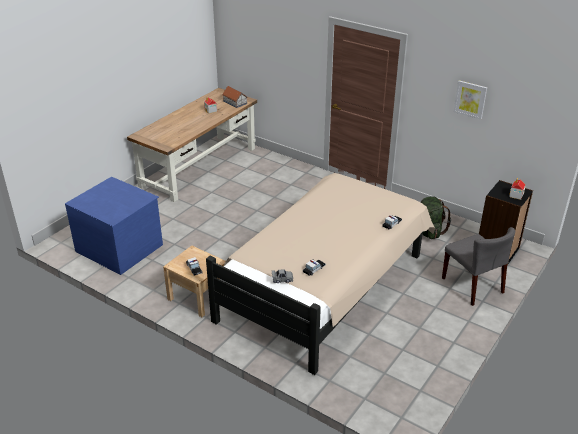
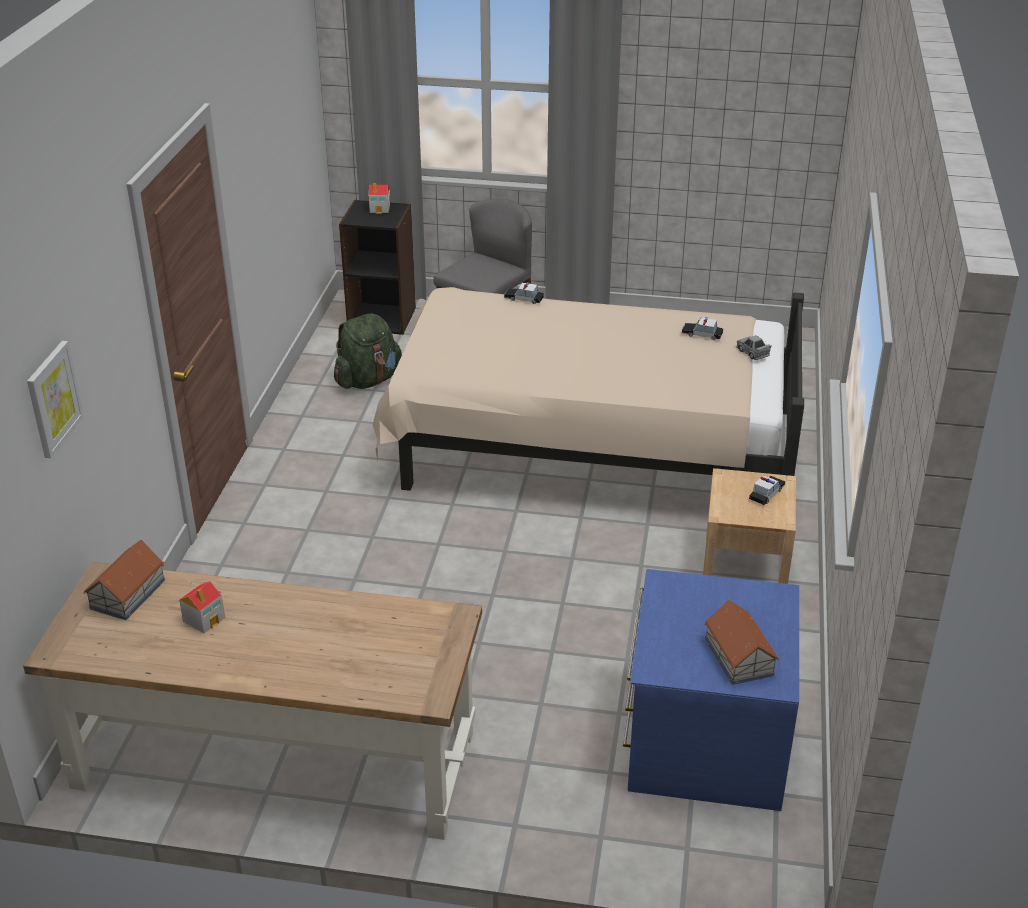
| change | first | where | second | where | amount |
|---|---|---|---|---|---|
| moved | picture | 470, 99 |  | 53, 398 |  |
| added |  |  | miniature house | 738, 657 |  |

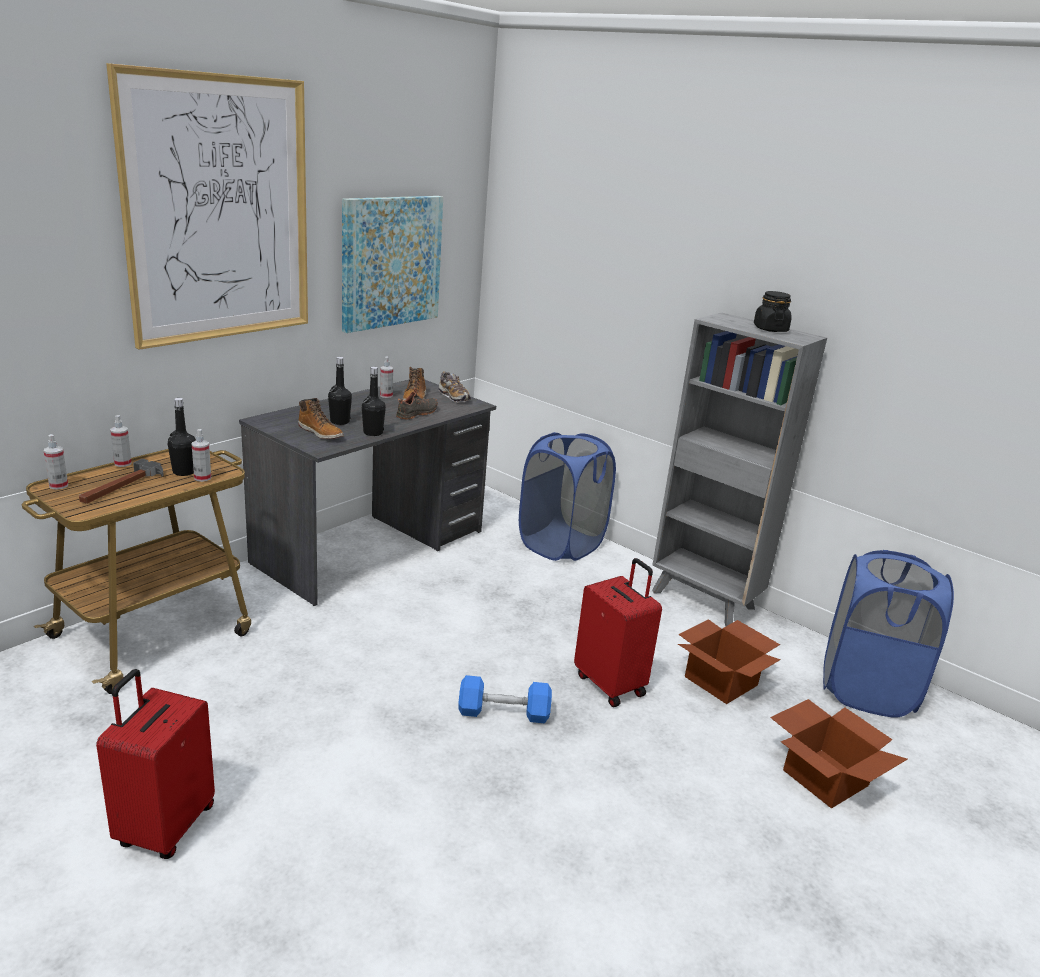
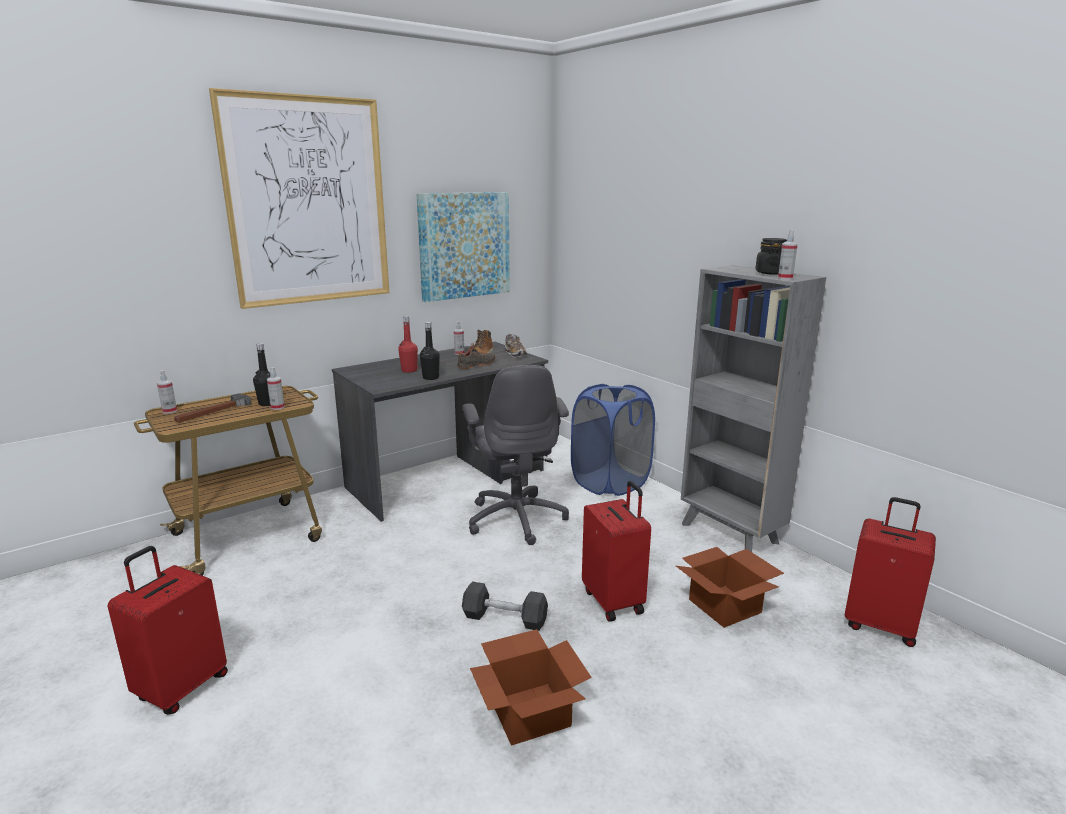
| change | first | where | second | where | amount |
|---|---|---|---|---|---|
| recoloured | blackish beverage bottle | 340, 422 | reddish beverage bottle | 409, 370 |  |
| removed | high-top boot | 321, 433 |  |  |  |
| moved | sprayer | 123, 463 |  | 785, 278 |  |
| replaced | blue-coloured hamper | 866, 689 | reddish piece of luggage | 880, 625 |  |
| recoloured | blue-coloured dumbbell | 503, 713 | gray dumbbell | 505, 618 |  |
| moved | carton | 824, 776 |  | 530, 711 |  |
| added |  |  | gray office chair | 516, 518 |  |

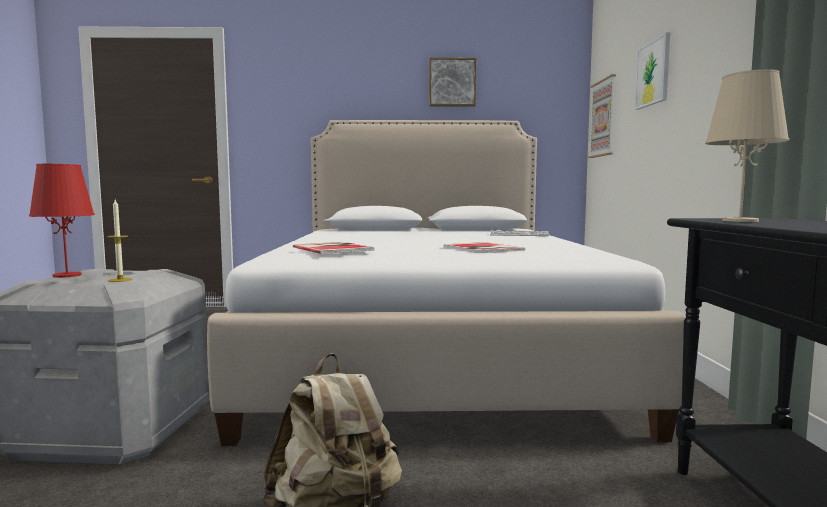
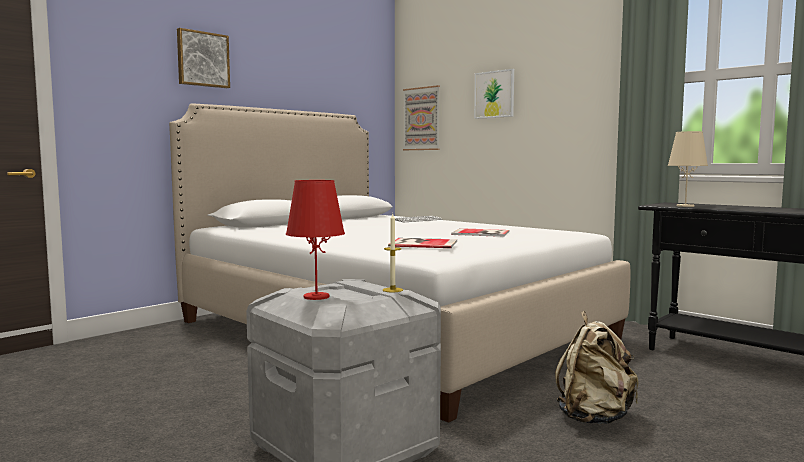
| change | first | where | second | where | amount |
|---|---|---|---|---|---|
| moved | picture | 452, 82 |  | 202, 59 |  |

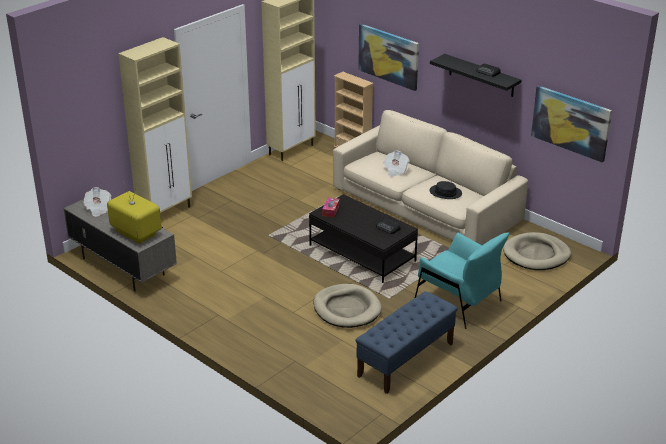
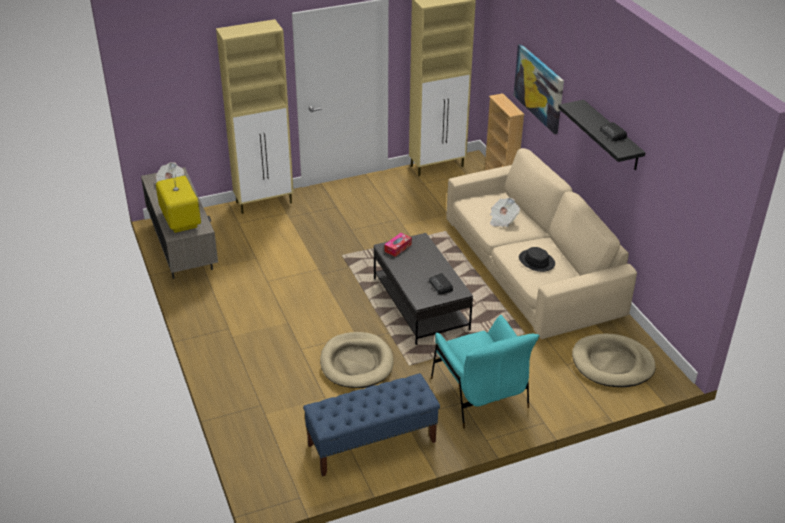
| change | first | where | second | where | amount |
|---|---|---|---|---|---|
| removed | picture | 571, 123 |  |  |  |

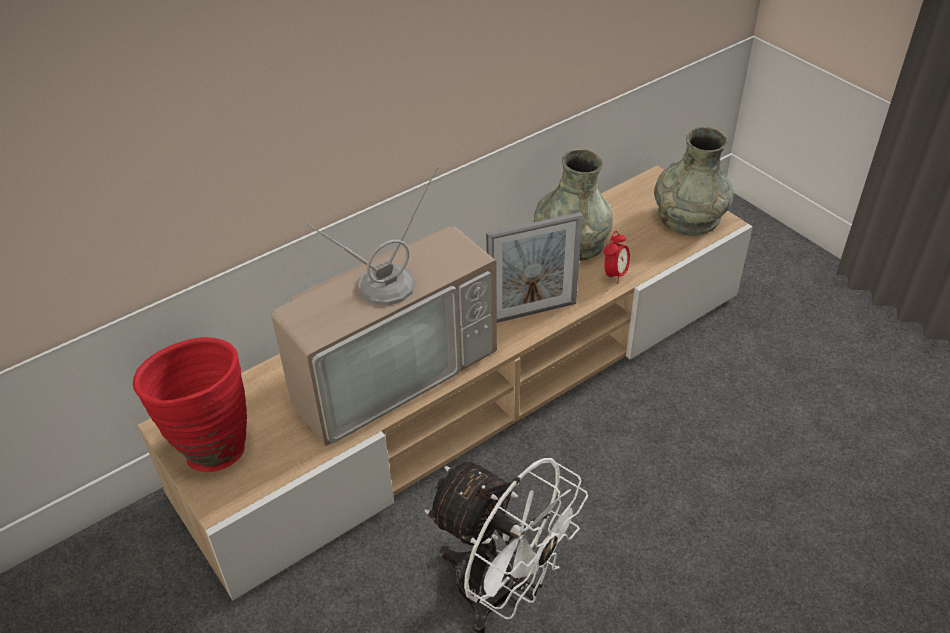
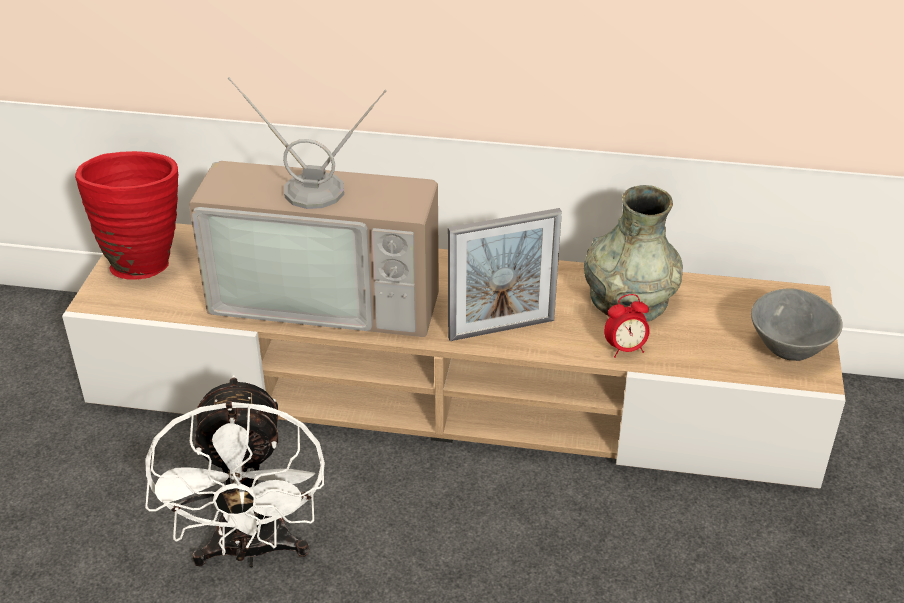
| change | first | where | second | where | amount |
|---|---|---|---|---|---|
| replaced | gray vase | 688, 216 | gray bowl | 786, 348 |  |
| turned | picture frame | 532, 312 |  | 501, 329 | 45 degrees counterclockwise |

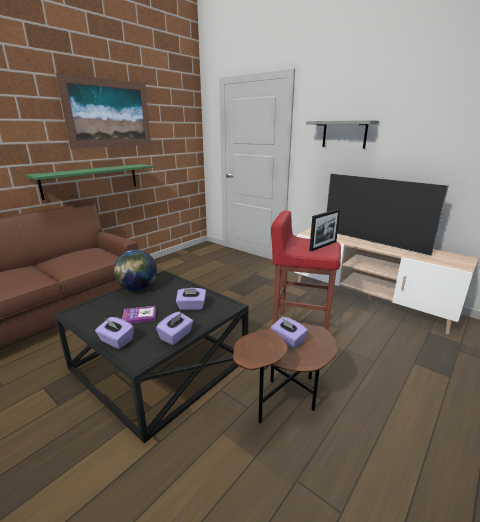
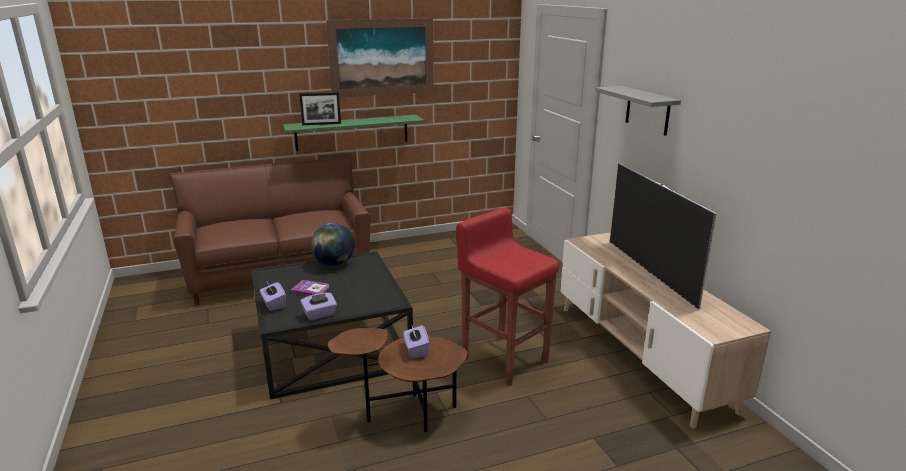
| change | first | where | second | where | amount |
|---|---|---|---|---|---|
| moved | picture frame | 323, 246 |  | 321, 124 |  |
| removed | purple-coloured box of tissues | 191, 306 |  |  |  |

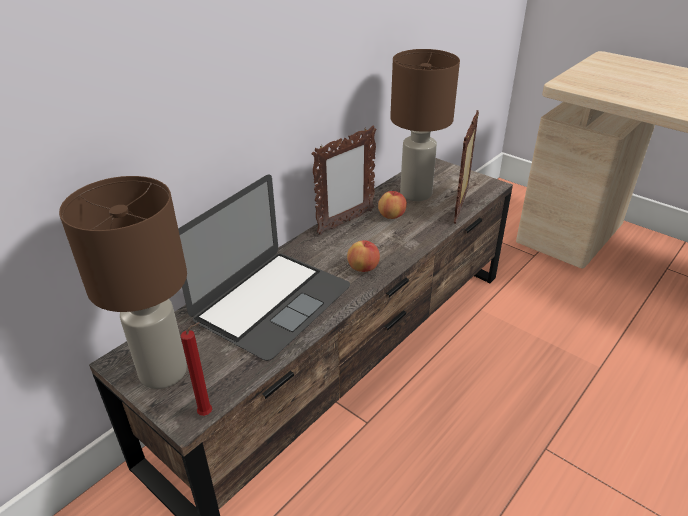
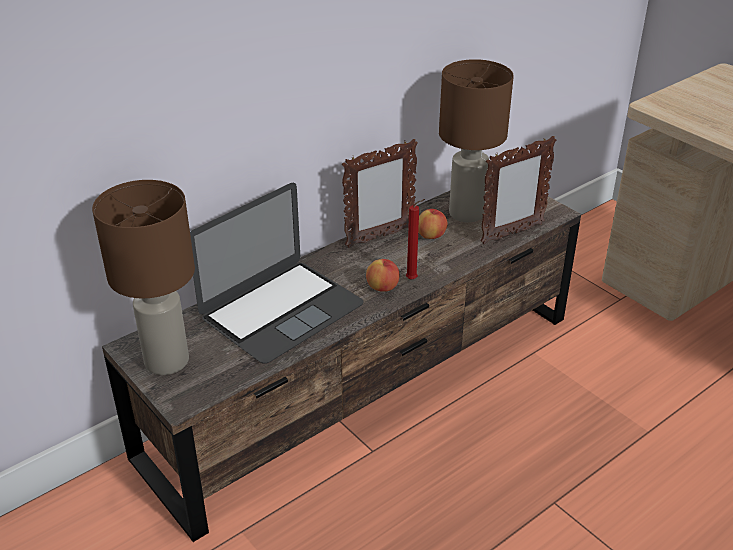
| change | first | where | second | where | amount |
|---|---|---|---|---|---|
| turned | picture frame | 461, 207 |  | 511, 234 | 150 degrees counterclockwise |
| moved | reddish wax candle | 208, 413 |  | 413, 279 |  |

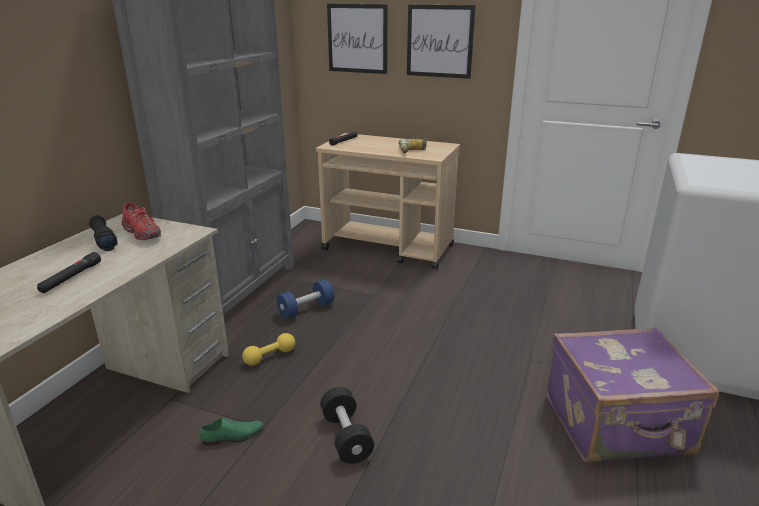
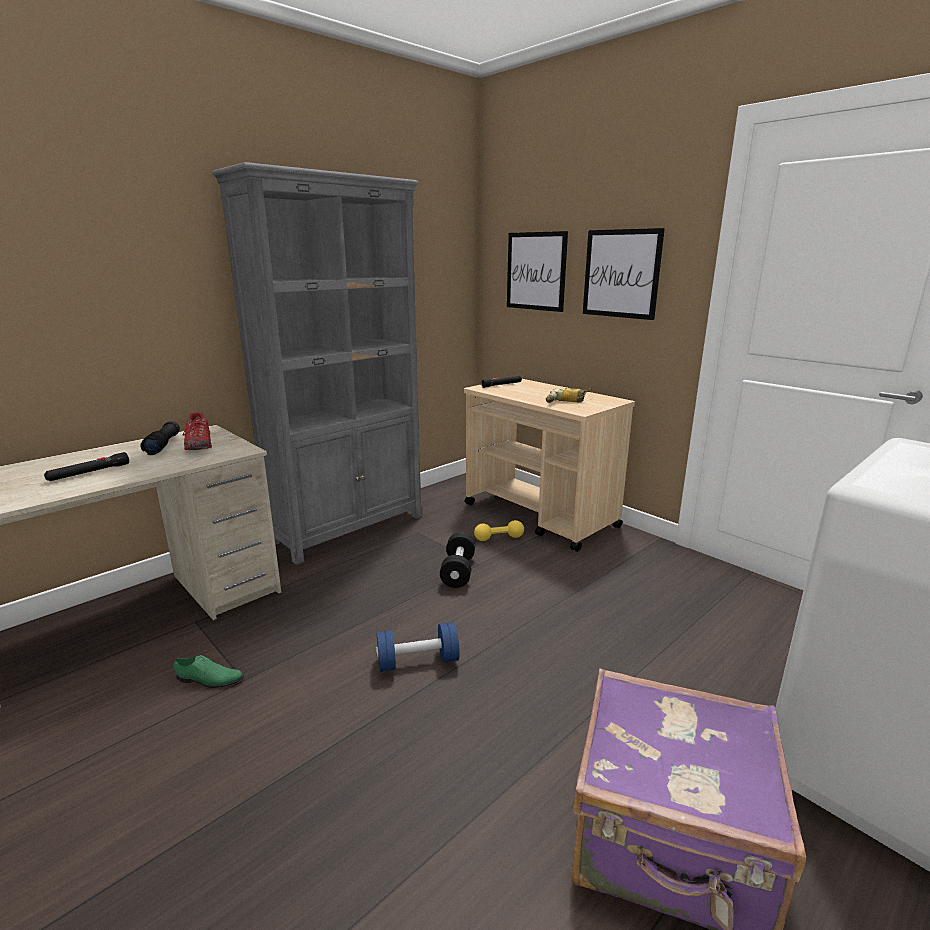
| change | first | where | second | where | amount |
|---|---|---|---|---|---|
| moved | blue-coloured dumbbell | 306, 309 |  | 418, 661 |  |
| moved | yellowish dumbbell | 270, 357 |  | 499, 538 |  |
| moved | blackish dumbbell | 346, 437 |  | 458, 571 |  |

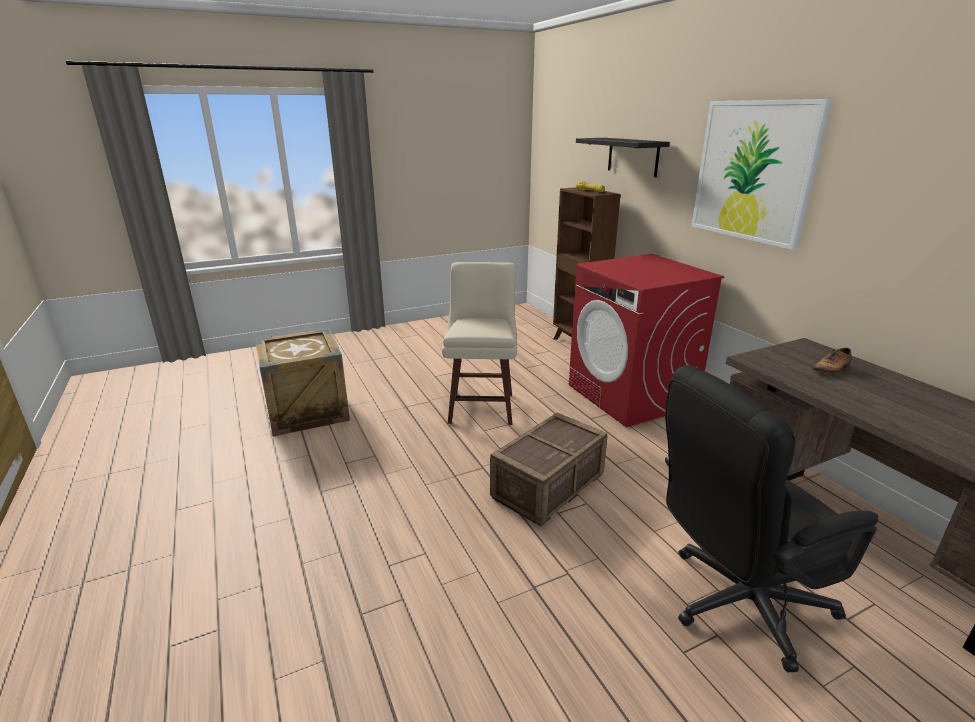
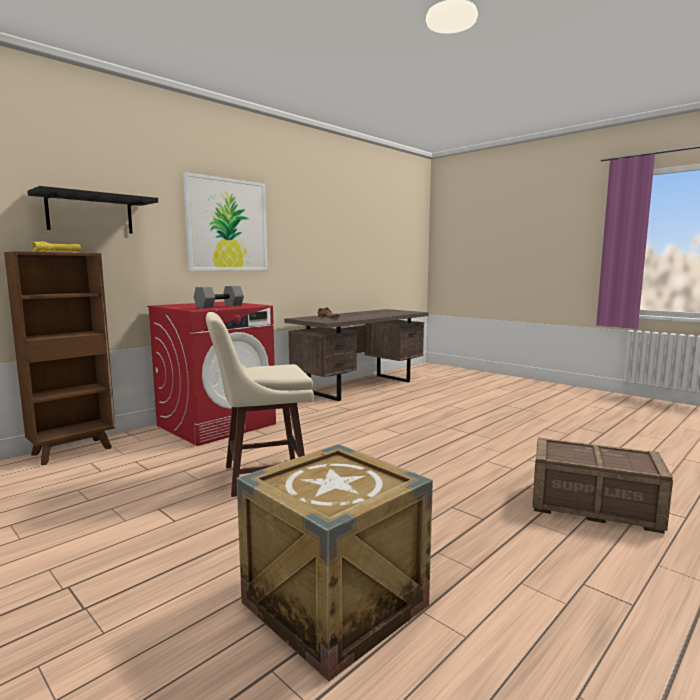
| change | first | where | second | where | amount |
|---|---|---|---|---|---|
| removed | blackish office chair | 735, 604 |  |  |  |
| moved | crate | 548, 485 |  | 593, 507 |  |
| added |  |  | gray dumbbell | 219, 306 |  |

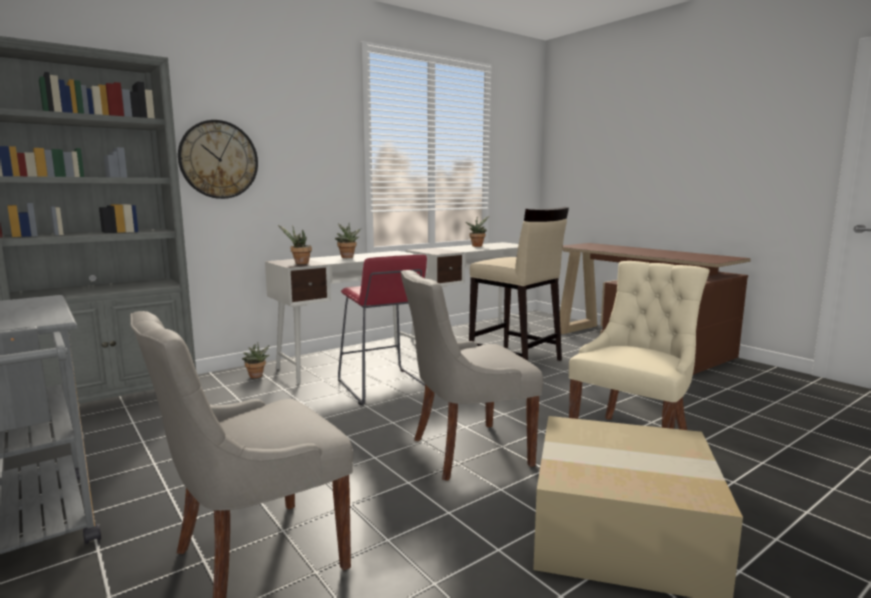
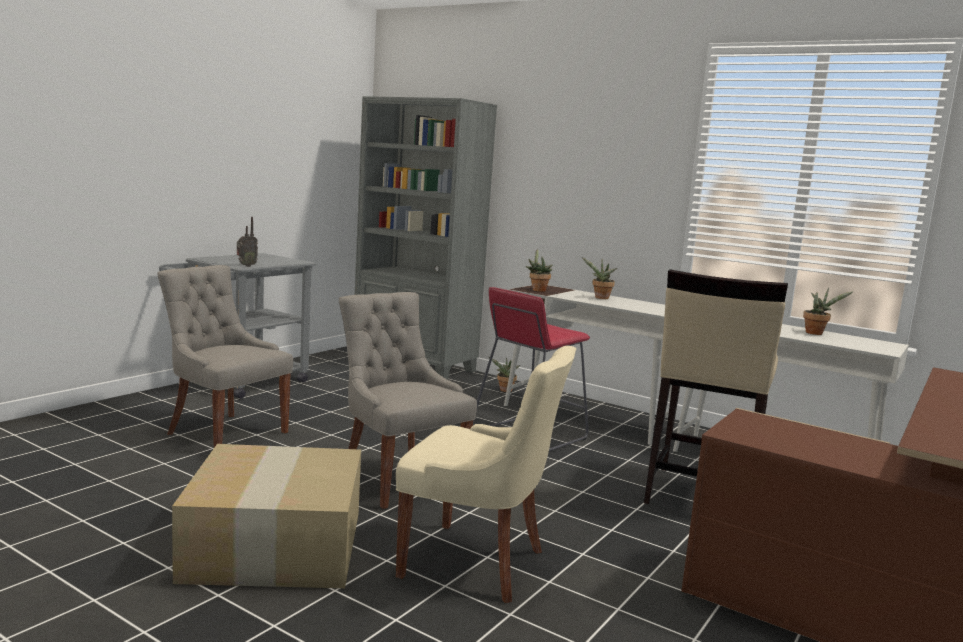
| change | first | where | second | where | amount |
|---|---|---|---|---|---|
| removed | wall clock | 218, 159 |  |  |  |
| added |  |  | radio receiver | 246, 266 |  |

